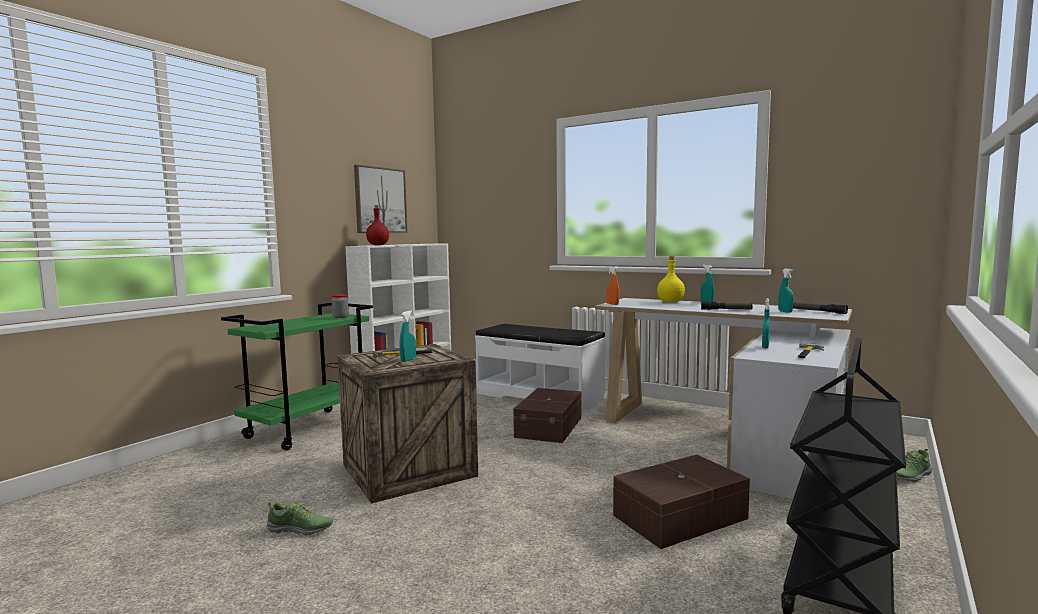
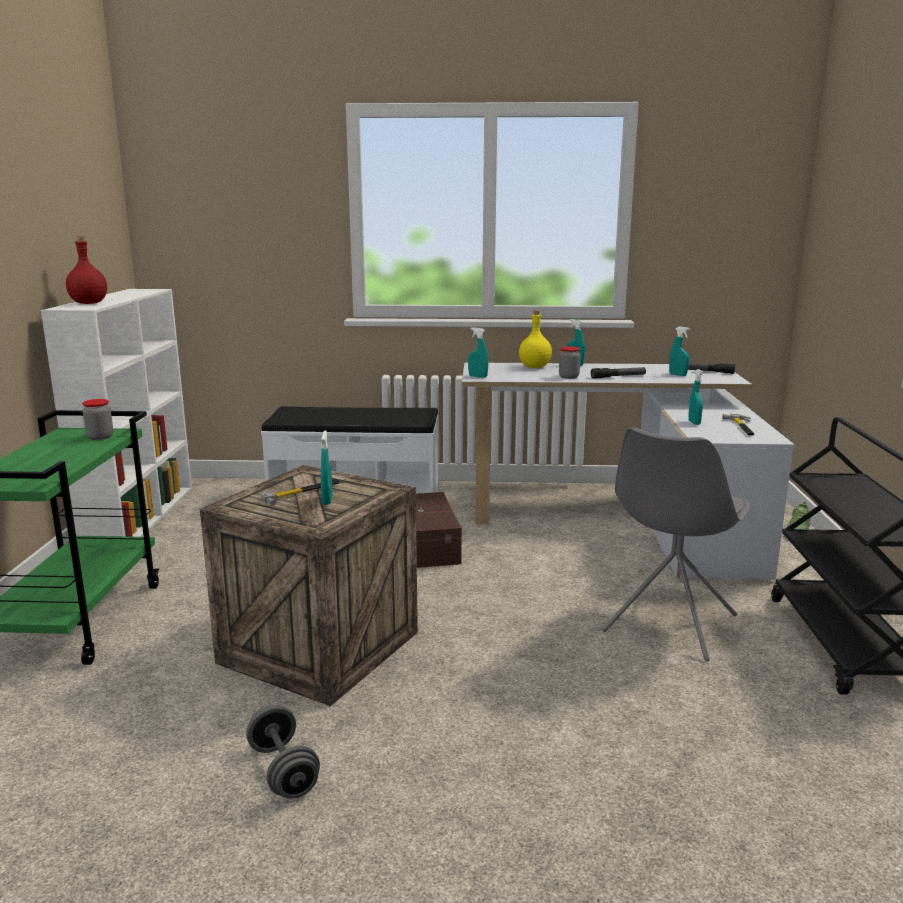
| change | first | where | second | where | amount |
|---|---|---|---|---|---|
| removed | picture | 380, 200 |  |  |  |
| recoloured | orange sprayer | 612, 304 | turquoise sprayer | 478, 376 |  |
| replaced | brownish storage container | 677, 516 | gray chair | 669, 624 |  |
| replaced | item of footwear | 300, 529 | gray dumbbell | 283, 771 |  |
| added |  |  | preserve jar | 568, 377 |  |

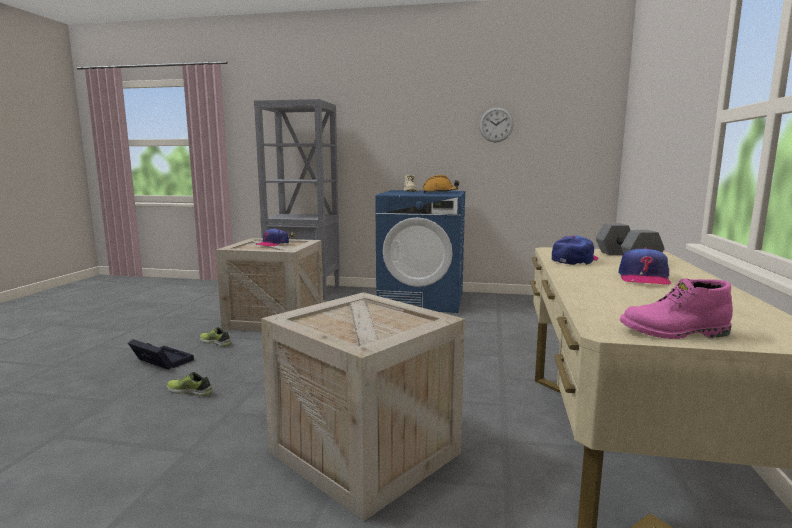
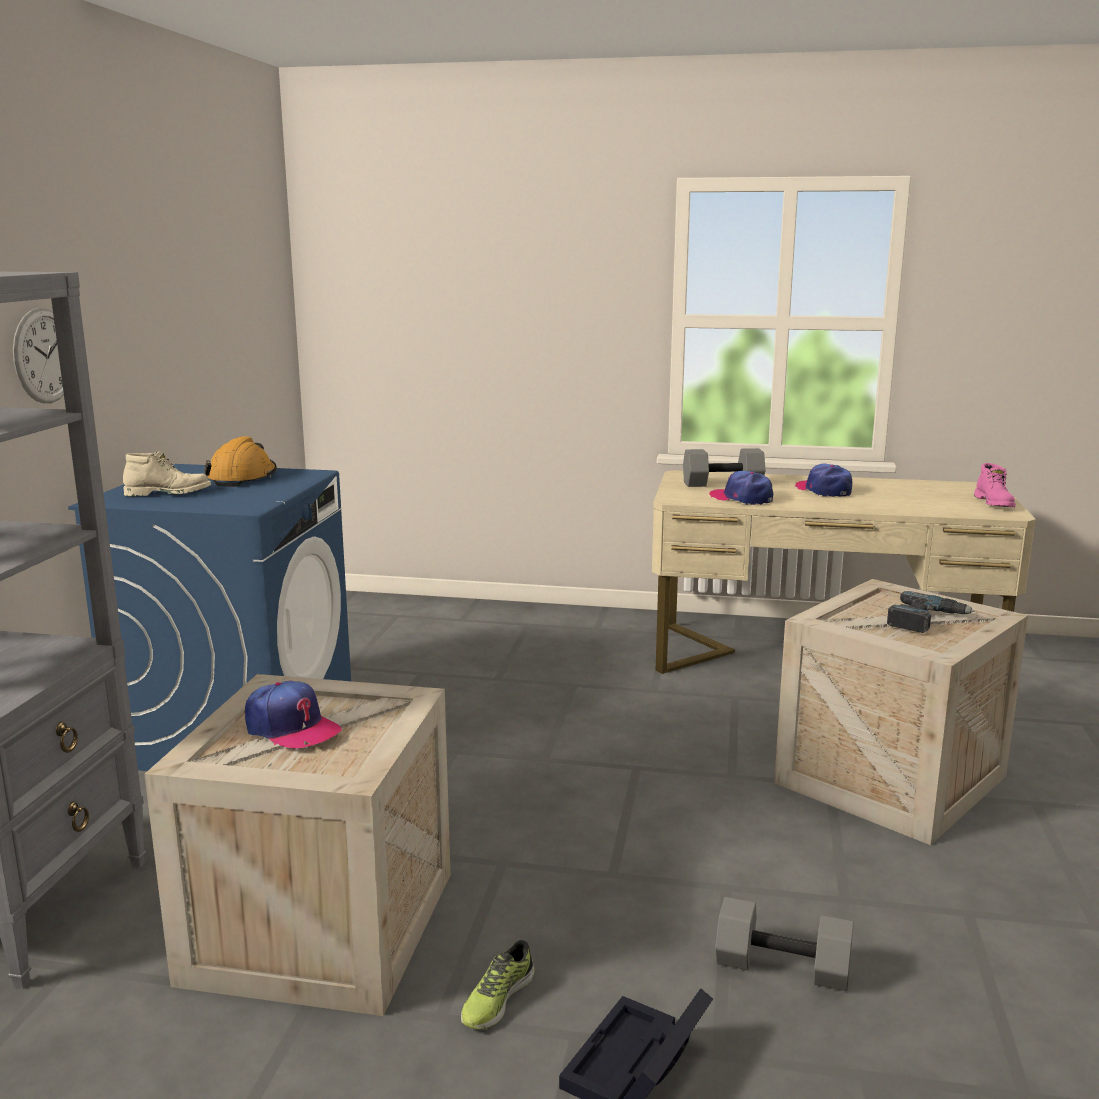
| change | first | where | second | where | amount |
|---|---|---|---|---|---|
| moved | wall clock | 496, 125 |  | 44, 356 |  |
| turned | peaked cap | 643, 278 |  | 824, 490 | 135 degrees counterclockwise |
| replaced | item of footwear | 190, 391 | gray dumbbell | 784, 966 |  |
| added |  |  | electric drill | 926, 620 |  |

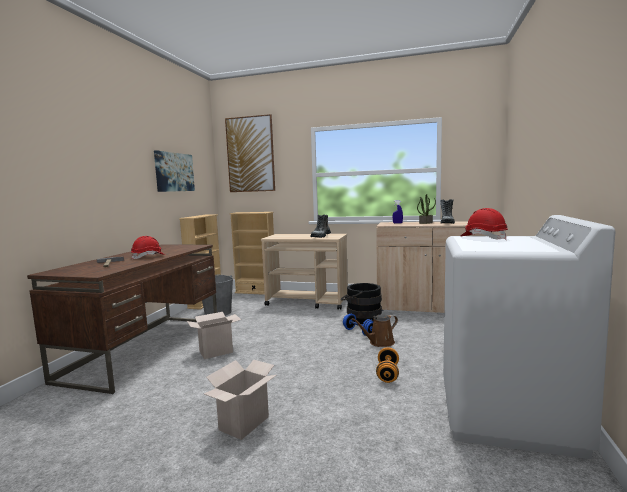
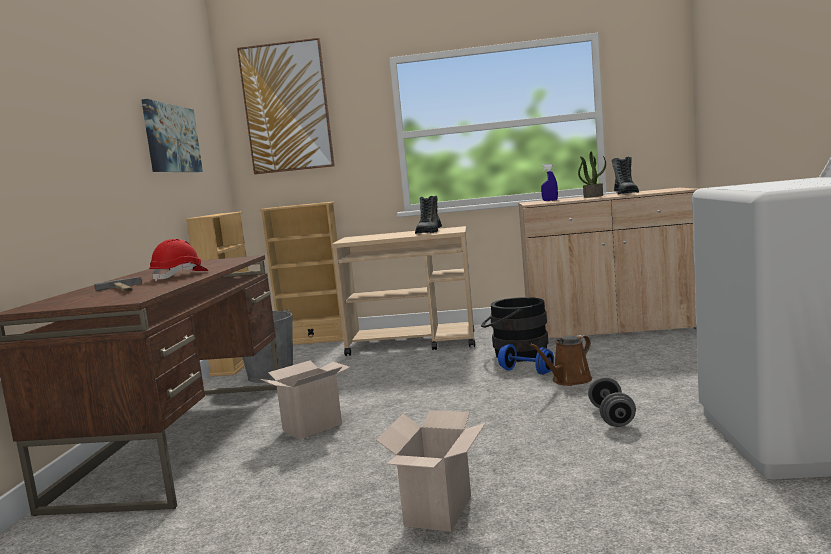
| change | first | where | second | where | amount |
|---|---|---|---|---|---|
| removed | reddish work helmet | 483, 238 |  |  |  |
| recoloured | orange dumbbell | 387, 374 | gray dumbbell | 611, 417 |  |

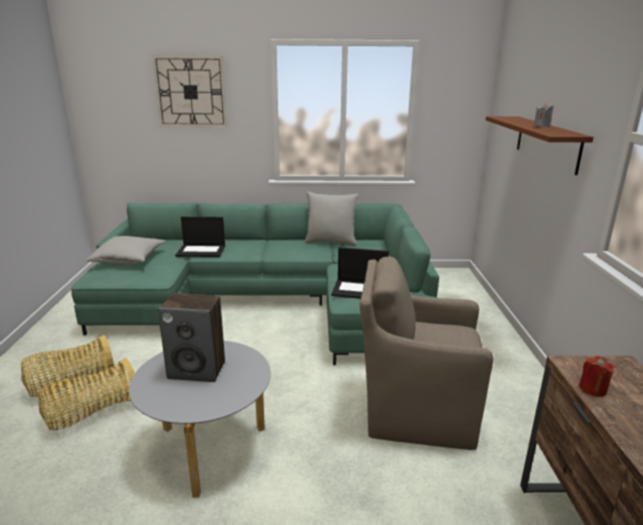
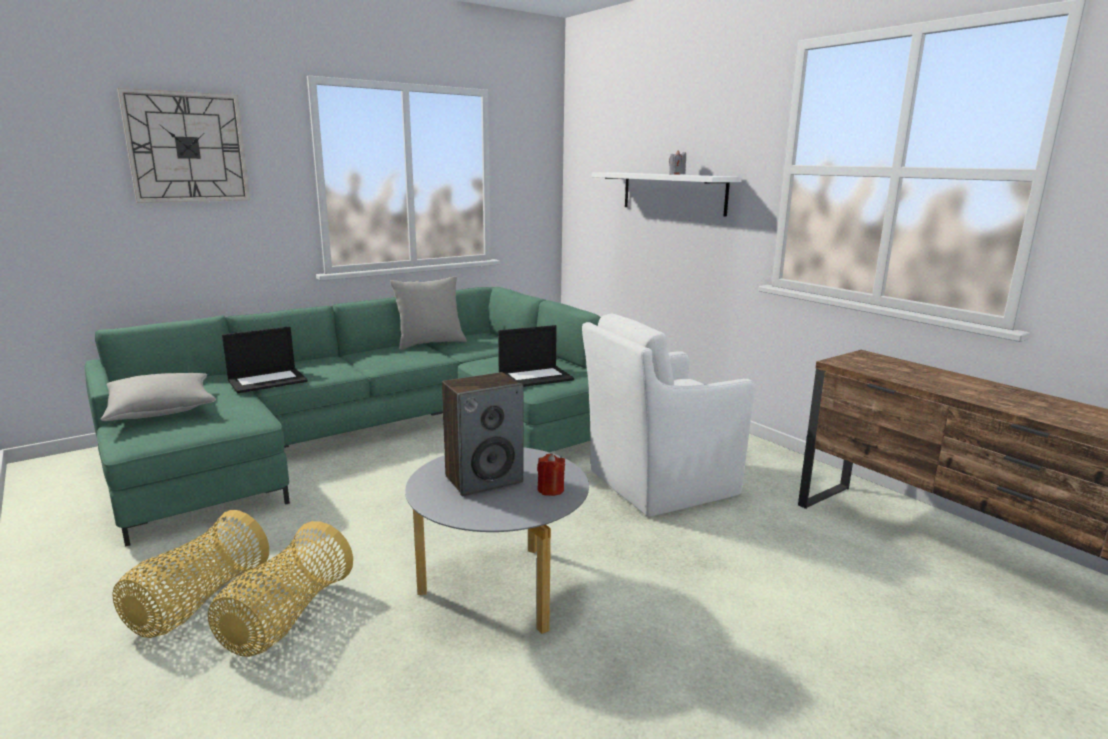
| change | first | where | second | where | amount |
|---|---|---|---|---|---|
| recoloured | brownish bracket shelf | 547, 143 | whitish bracket shelf | 673, 193 |  |
| recoloured | brownish easy chair | 415, 410 | whitish easy chair | 658, 483 |  |
| moved | reddish wax candle | 592, 389 |  | 550, 490 |  |

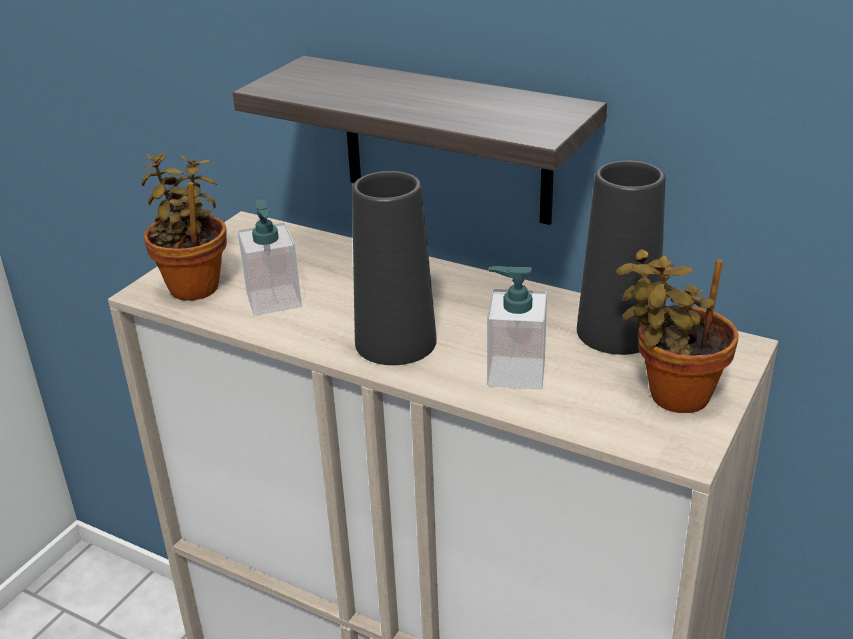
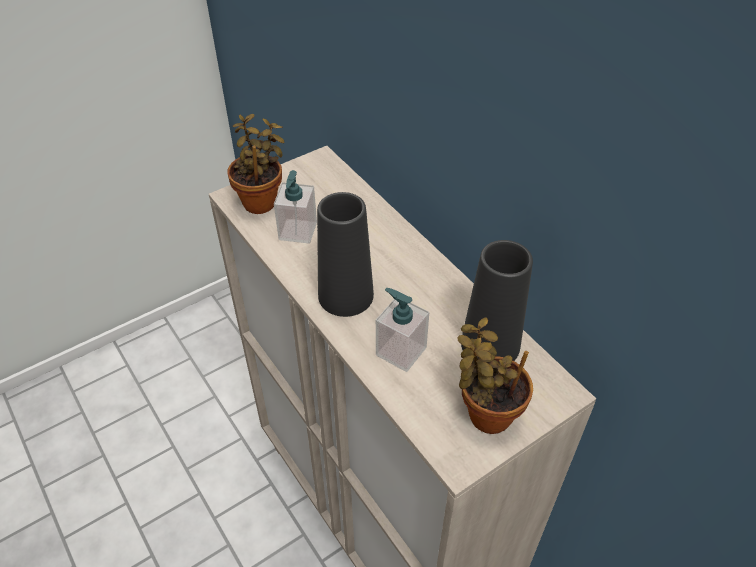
| change | first | where | second | where | amount |
|---|---|---|---|---|---|
| removed | bracket shelf | 446, 141 |  |  |  |

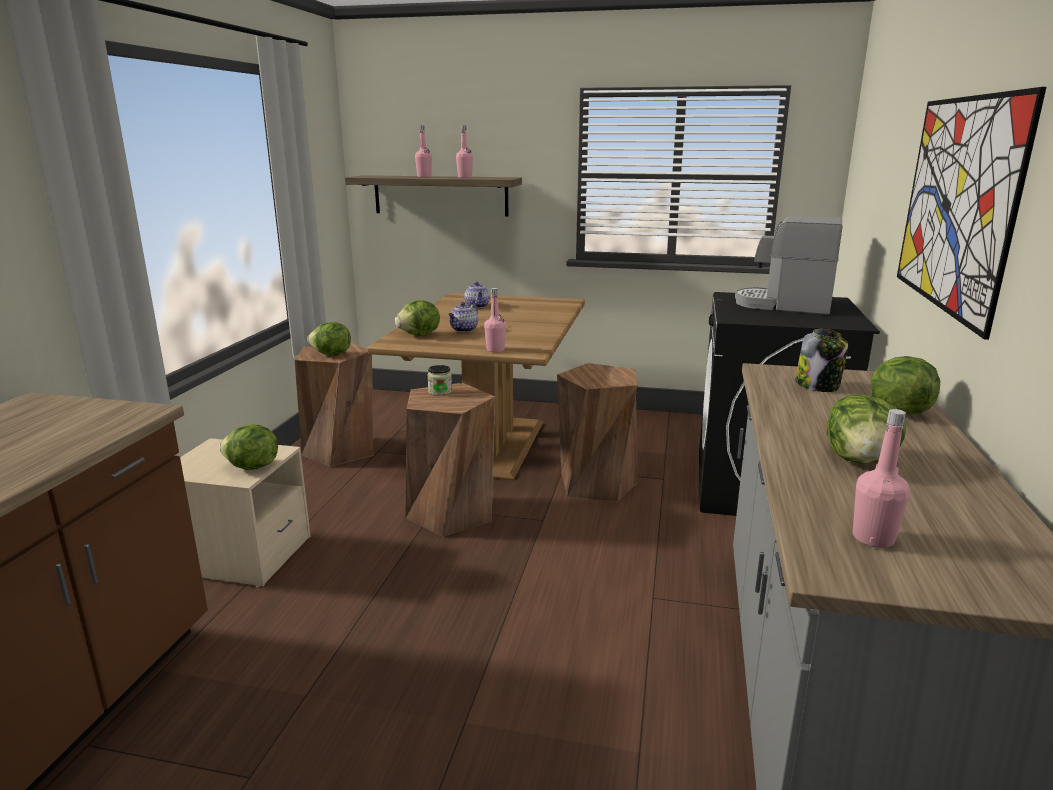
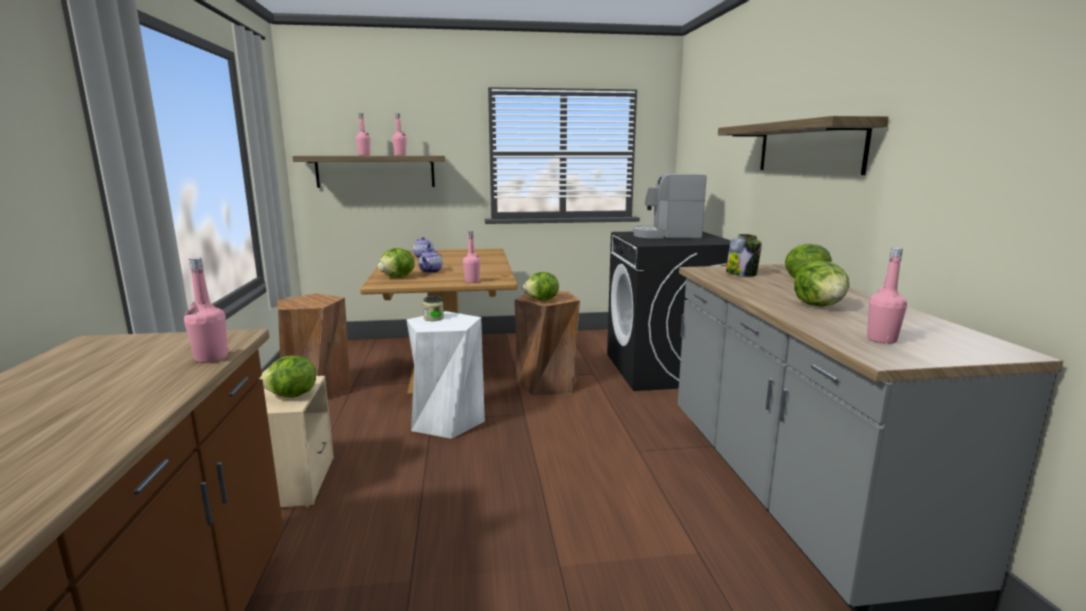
| change | first | where | second | where | amount |
|---|---|---|---|---|---|
| replaced | picture | 956, 204 | bracket shelf | 808, 148 |  |
| moved | lettuce | 331, 355 |  | 542, 300 |  |
| recoloured | brownish stool | 451, 513 | whitish stool | 447, 421 |  |
| added |  |  | pink beverage bottle | 211, 358 |  |

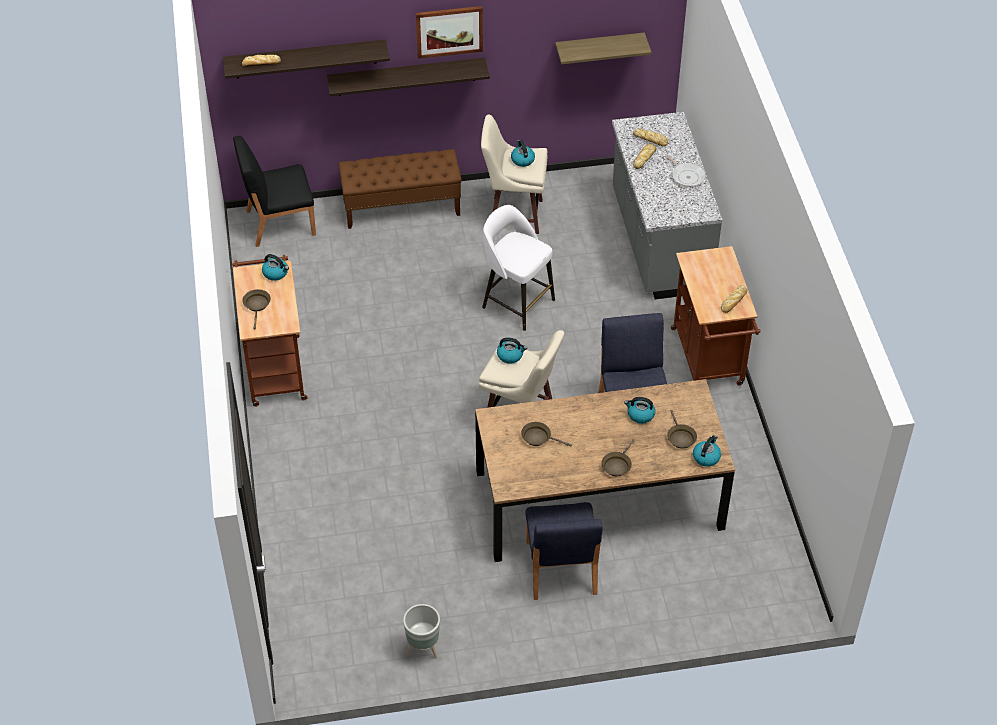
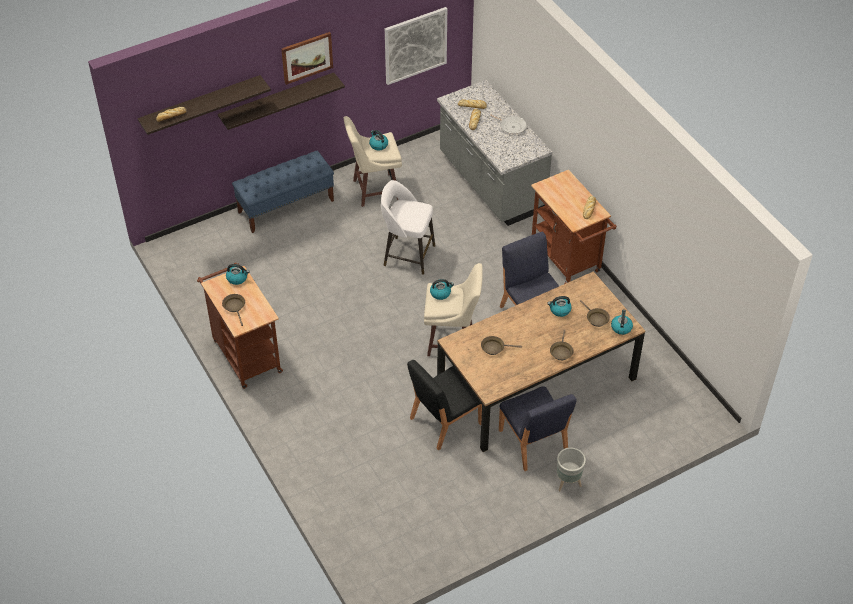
| change | first | where | second | where | amount |
|---|---|---|---|---|---|
| replaced | bracket shelf | 599, 48 | picture | 415, 45 |  |
| moved | blackish chair | 279, 223 |  | 445, 421 |  |
| recoloured | brownish indoor bench | 402, 207 | blue-coloured indoor bench | 286, 206 |  |
| moved | gray planter | 423, 649 |  | 568, 483 |  |

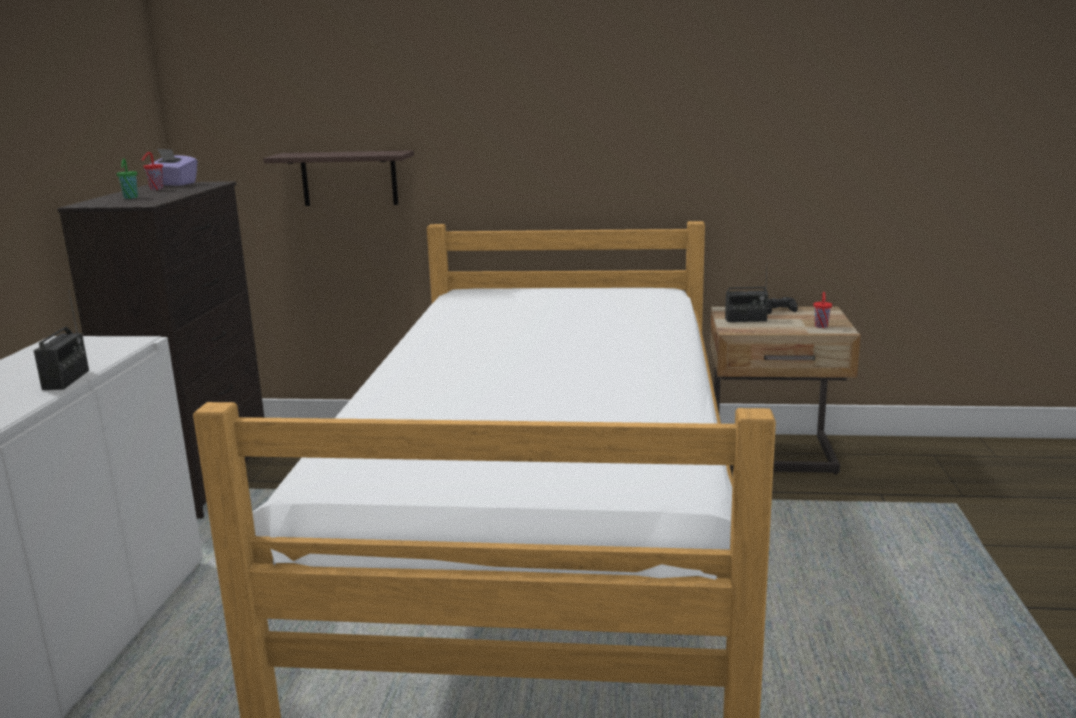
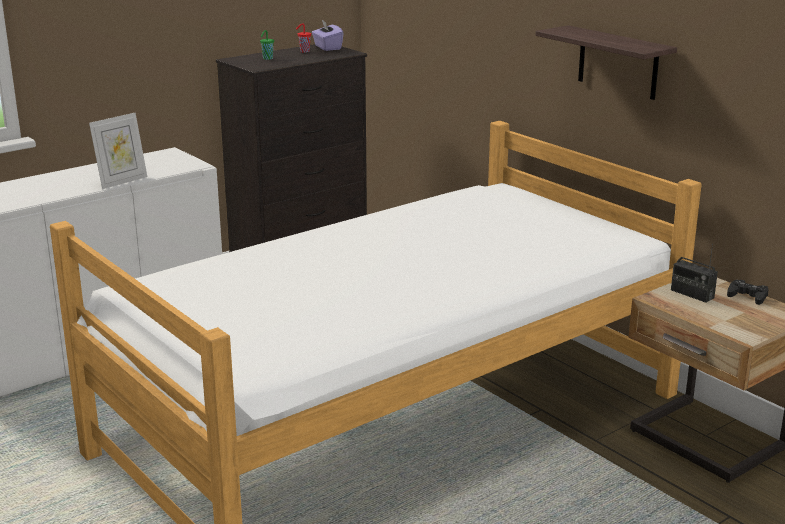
| change | first | where | second | where | amount |
|---|---|---|---|---|---|
| moved | bracket shelf | 349, 178 |  | 618, 63 |  |
| replaced | radio receiver | 66, 380 | picture frame | 122, 181 |  |
| removed | reddish small cup | 821, 326 |  |  |  |

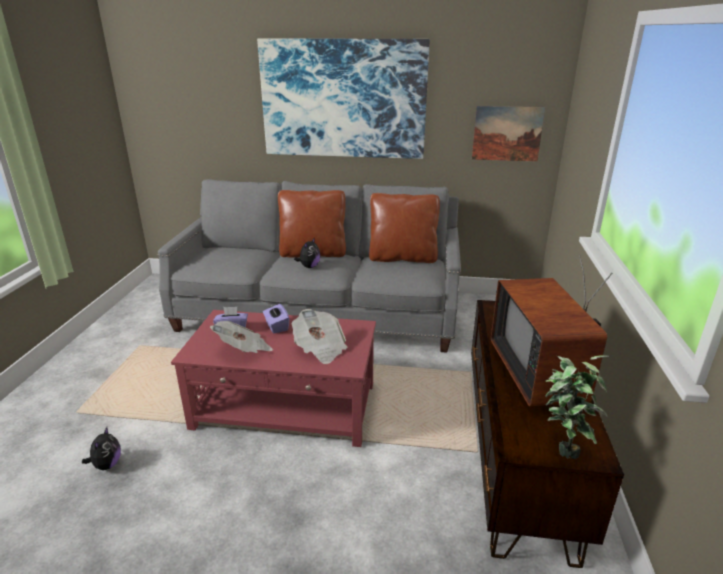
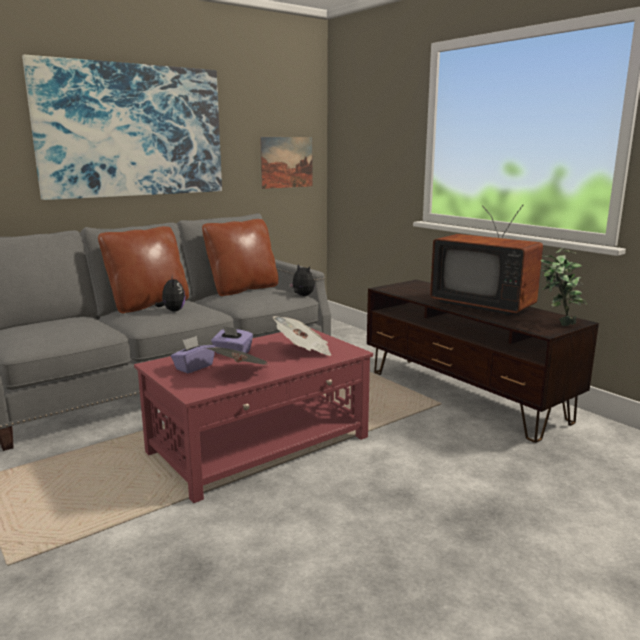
| change | first | where | second | where | amount |
|---|---|---|---|---|---|
| moved | plush toy | 107, 464 |  | 302, 296 |  |

